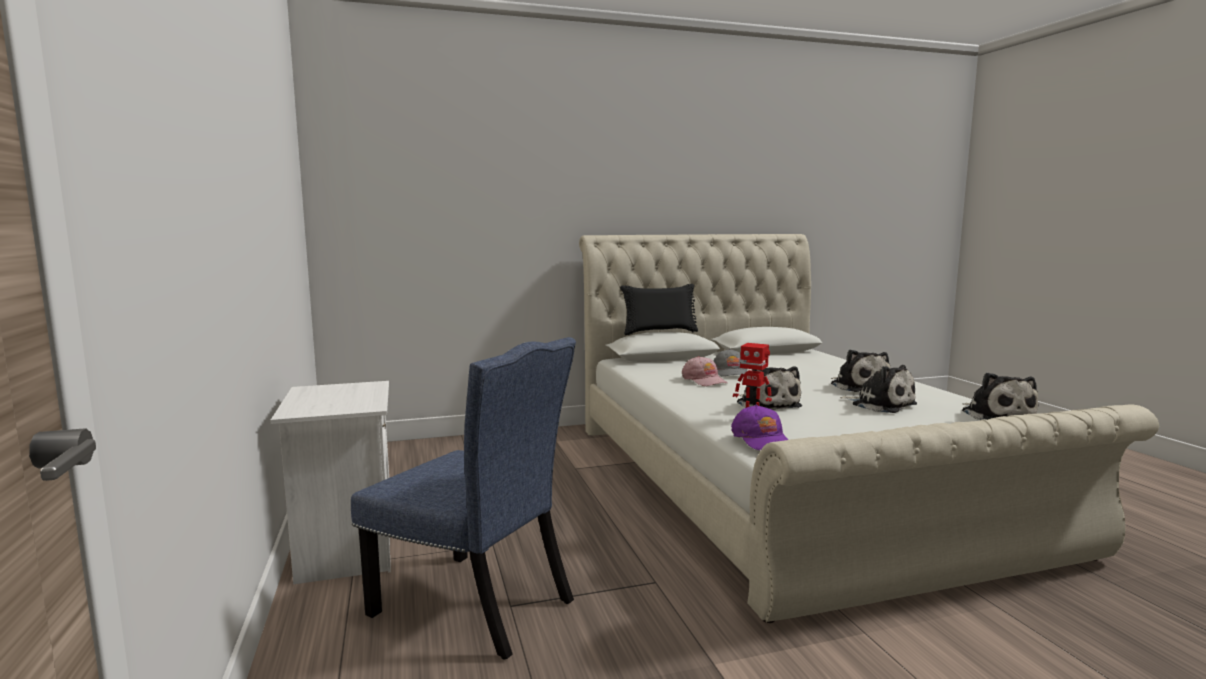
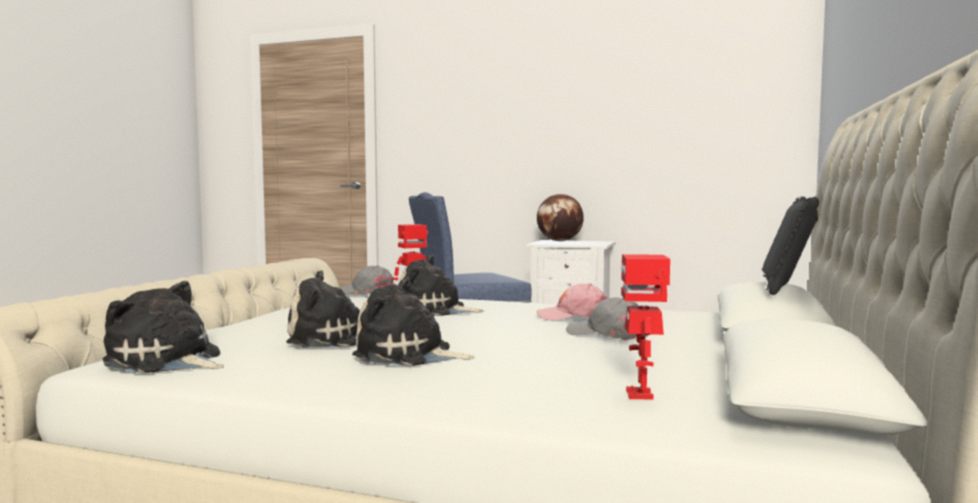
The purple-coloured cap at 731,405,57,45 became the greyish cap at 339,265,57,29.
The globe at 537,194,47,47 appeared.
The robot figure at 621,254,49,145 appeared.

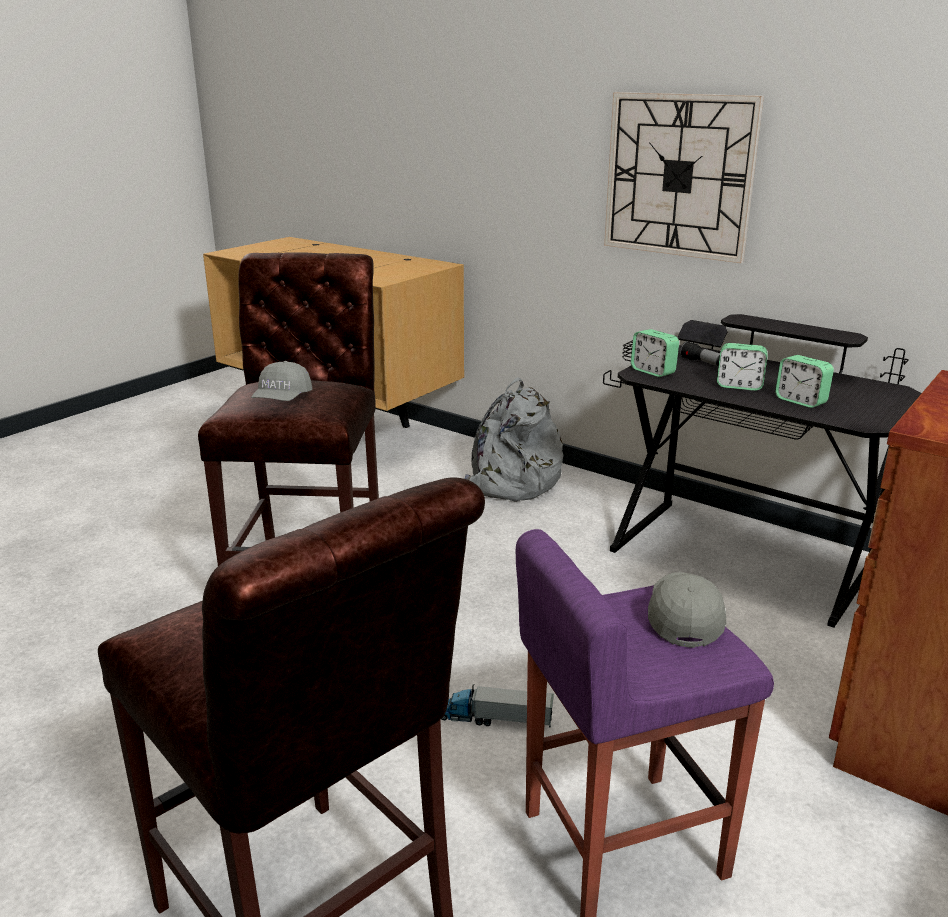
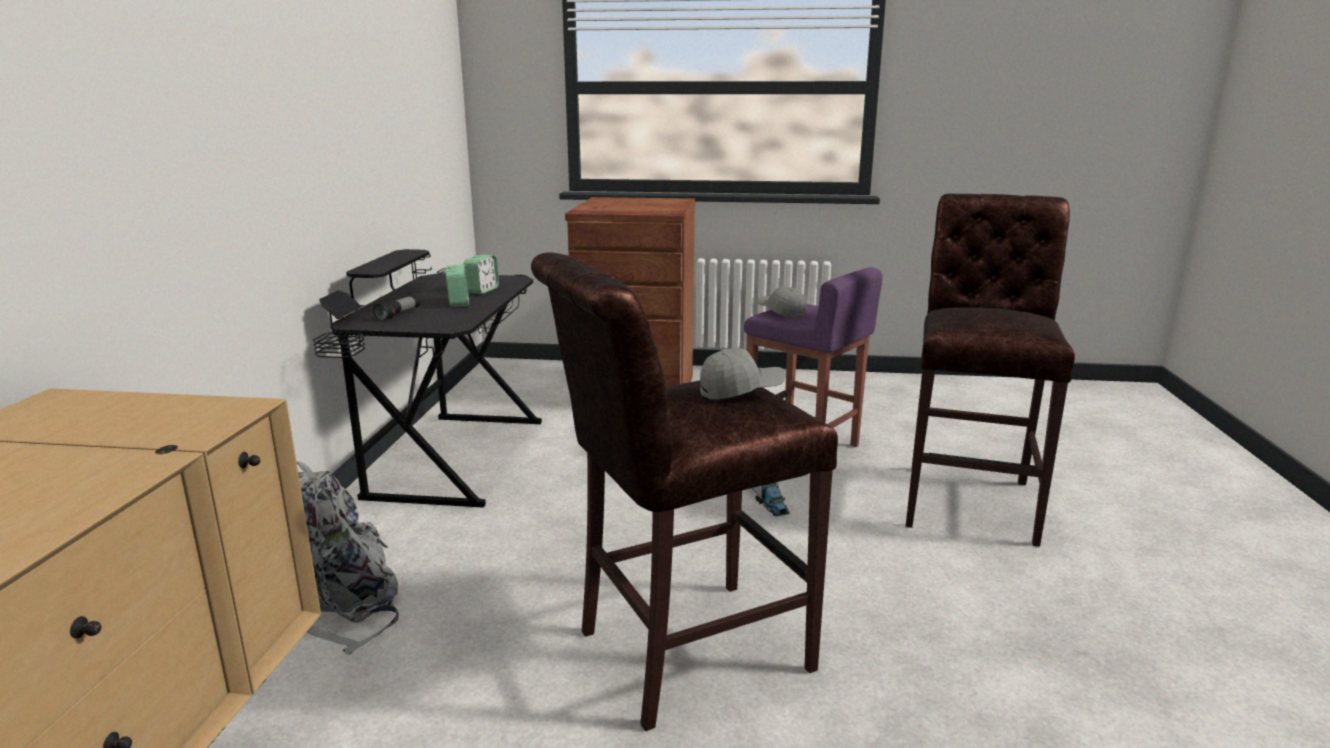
The greyish cap at 648,572,78,76 turned 75 degrees clockwise.
The clock on the wall at 604,92,160,171 disappeared.
The alarm clock at 631,329,48,48 disappeared.

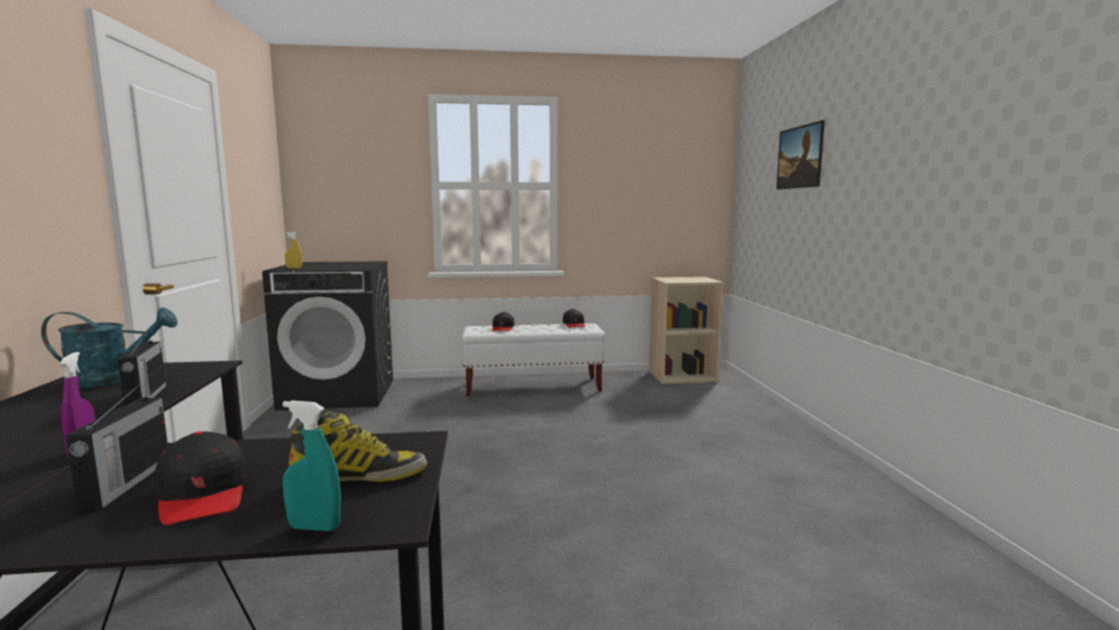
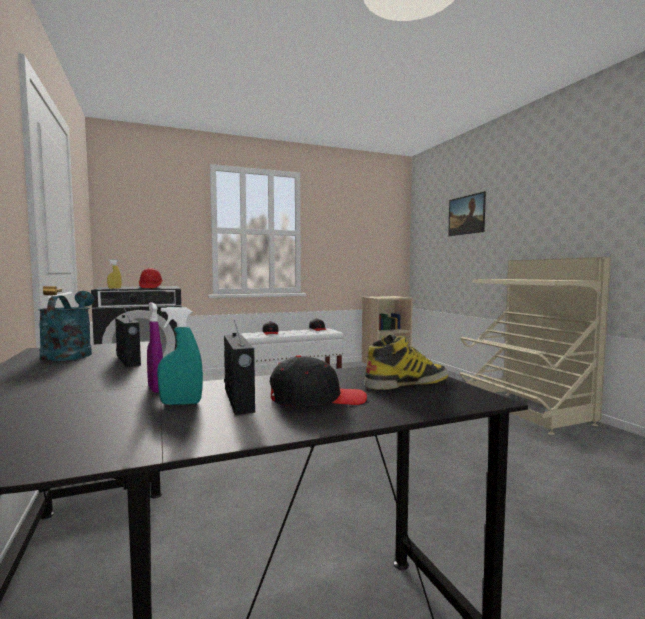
The blue-green watering pot at 41,307,137,81 turned 75 degrees counterclockwise.
The red hard hat at 139,268,24,20 appeared.
The blue-green spray bottle moved from 283,401,58,130 to 157,307,46,98.
The blackish cap at 155,431,92,94 turned 60 degrees counterclockwise.
The sand-coloured shoe rack at 460,257,151,178 appeared.

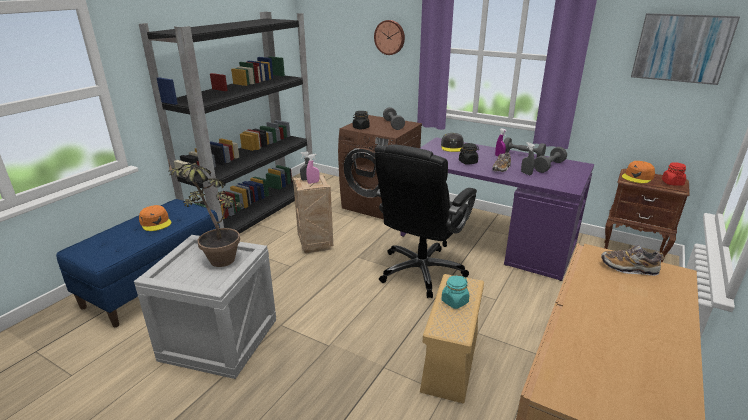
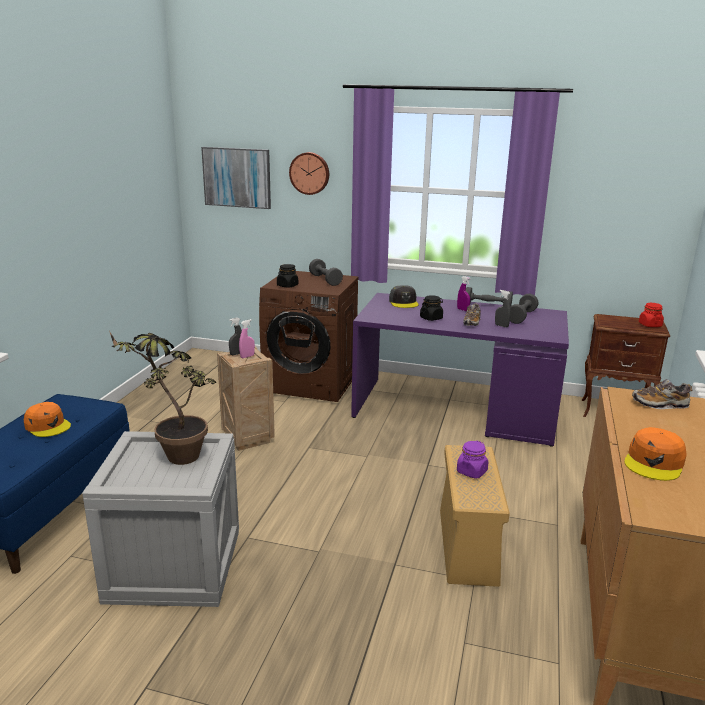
The wall art moved from 631,13,109,72 to 201,147,70,62.
The blue-green jar at 442,276,27,33 became the purple-coloured jar at 457,441,31,38.
The orange cap moved from 622,161,33,22 to 624,427,63,54.
The blackish bookcase at 139,12,173,222 disappeared.
The blackish office chair at 374,144,103,154 disappeared.

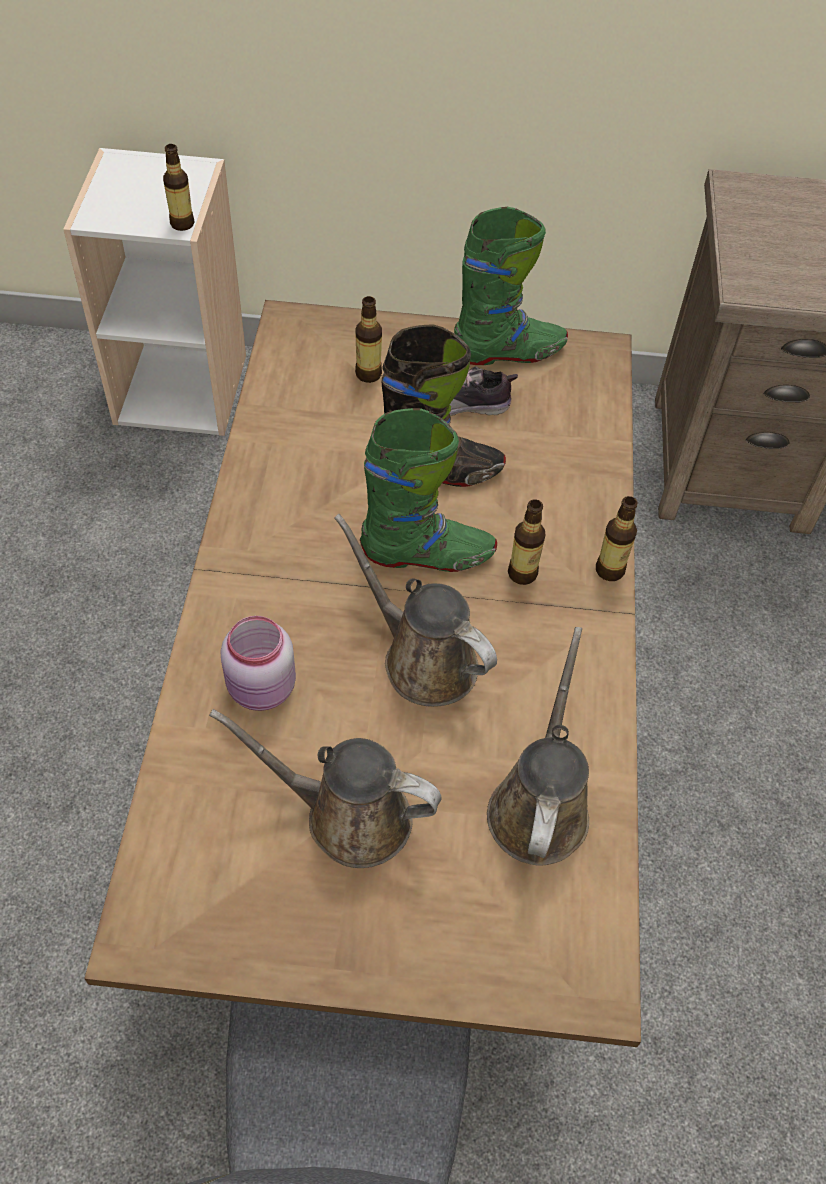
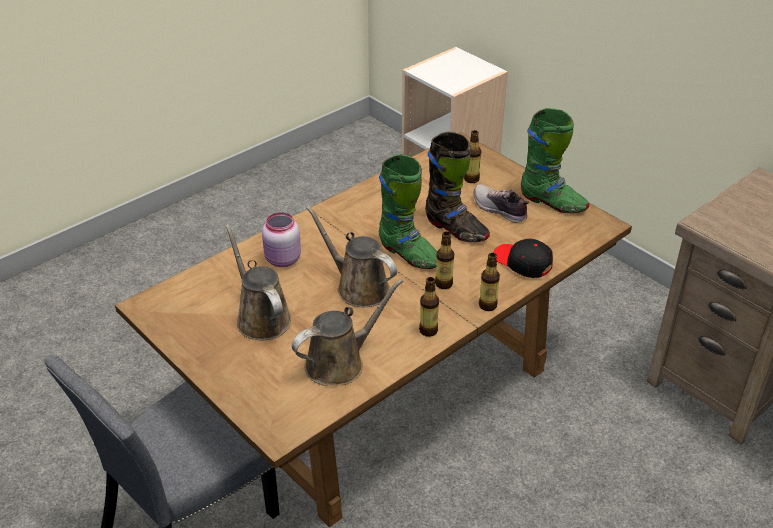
The brown watering pot at 334,514,163,193 turned 45 degrees counterclockwise.
The beverage bottle moved from 163,144,32,87 to 419,277,20,60.
The blackish cap at 493,239,60,39 appeared.

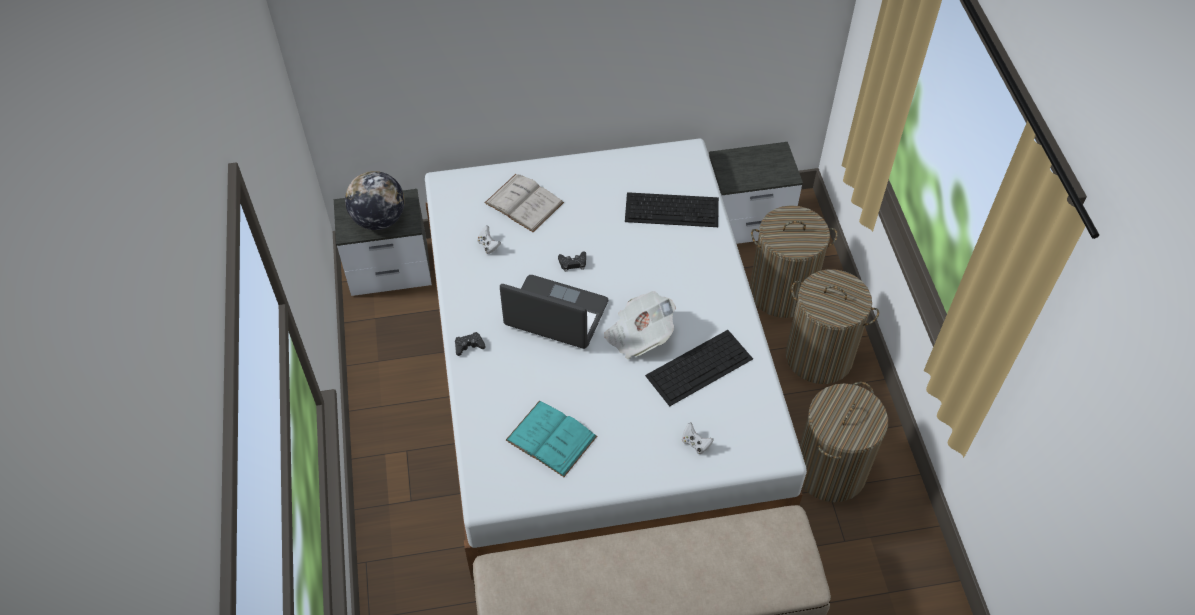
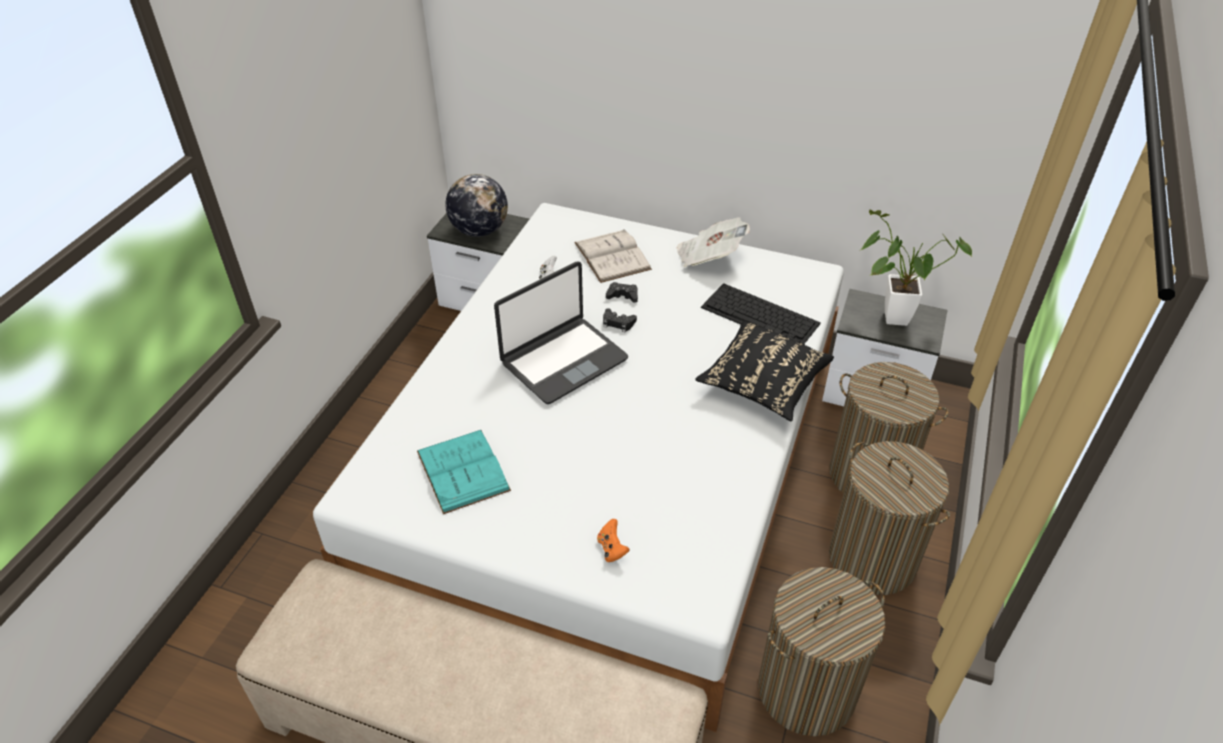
The portable computer at 500,275,108,74 turned 90 degrees clockwise.
The white gamepad at 682,422,32,32 became the orange gamepad at 597,519,33,43.
The blackish gamepad moved from 455,332,30,24 to 606,282,32,21.
The newspaper moved from 604,291,72,68 to 676,217,74,50.
The blackish throw pillow at 695,321,139,100 appeared.
The potted plant at 861,209,111,117 appeared.
The PC keyboard at 645,330,108,77 disappeared.

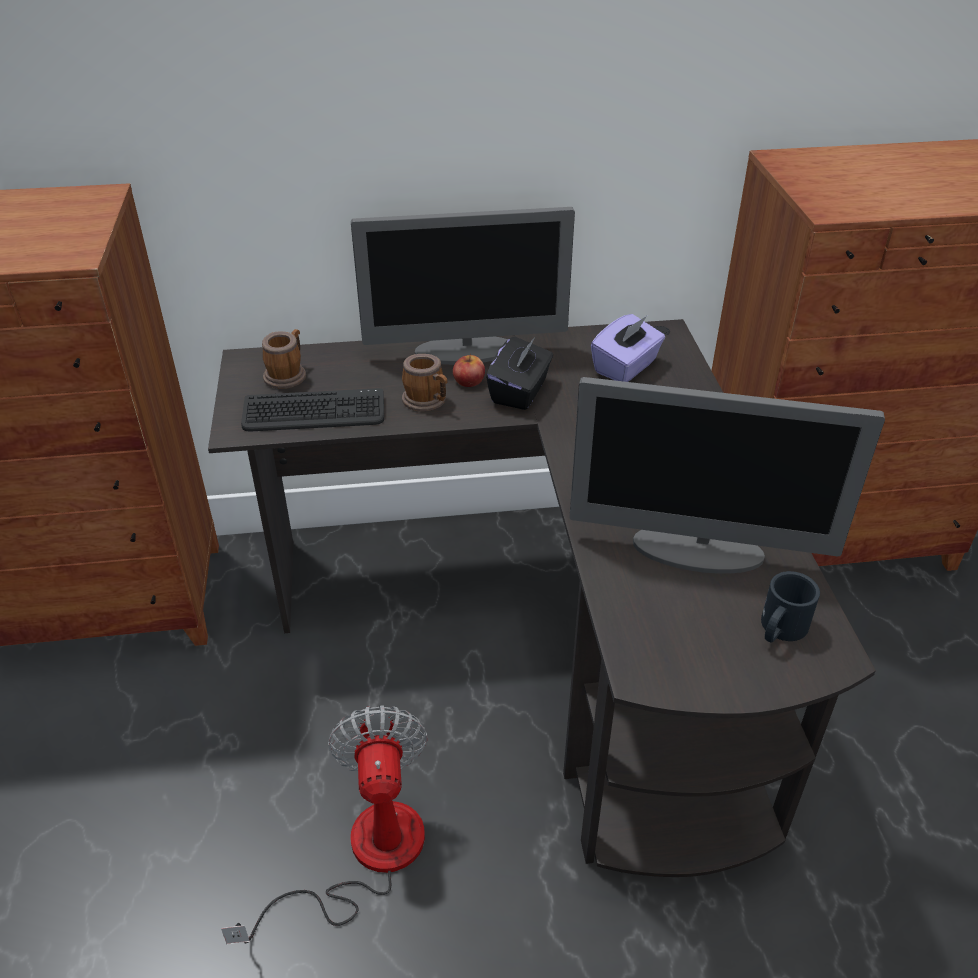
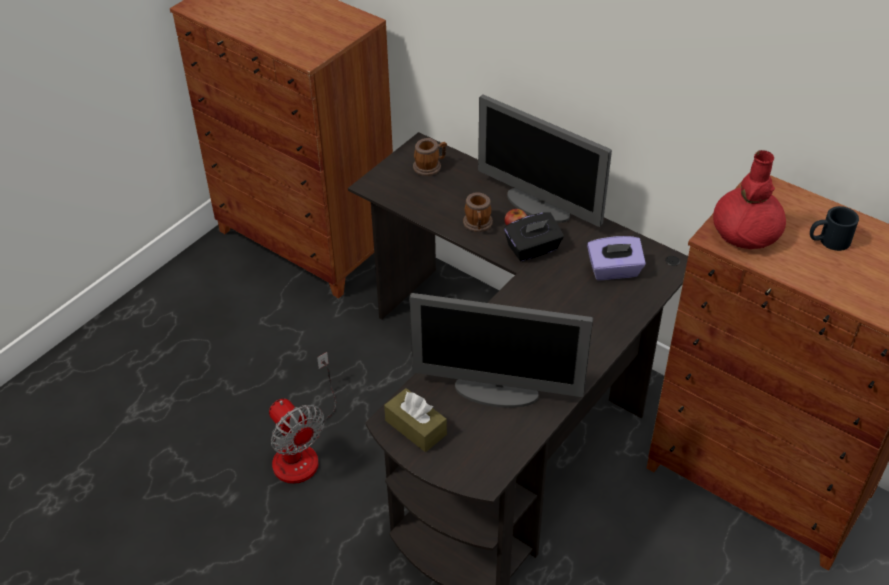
The electric fan at 221,705,207,240 turned 105 degrees clockwise.
The brown box of tissues at 384,388,63,64 appeared.
The computer display at 569,377,316,197 turned 45 degrees counterclockwise.
The red flower vase at 713,150,73,99 appeared.
The blackish mug moved from 761,571,59,72 to 810,206,49,45.
The PC keyboard at 241,388,143,43 disappeared.

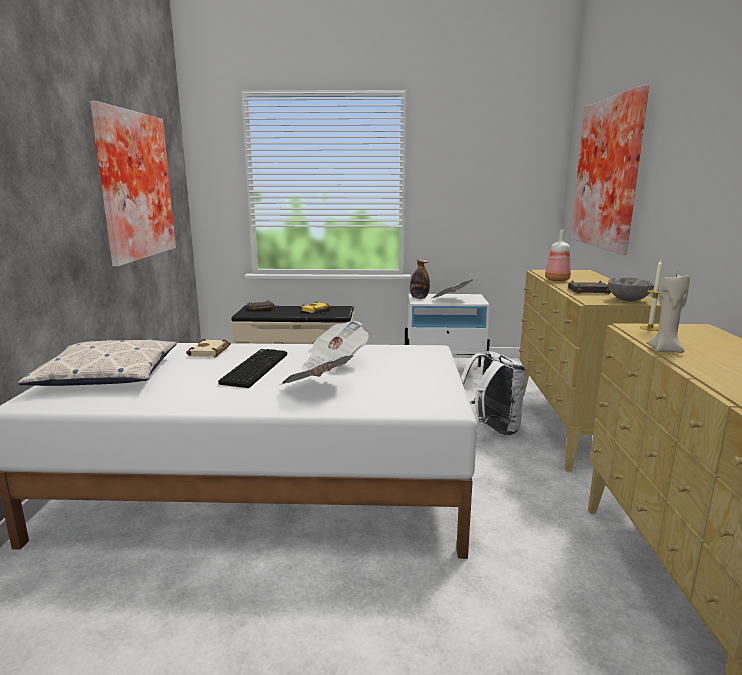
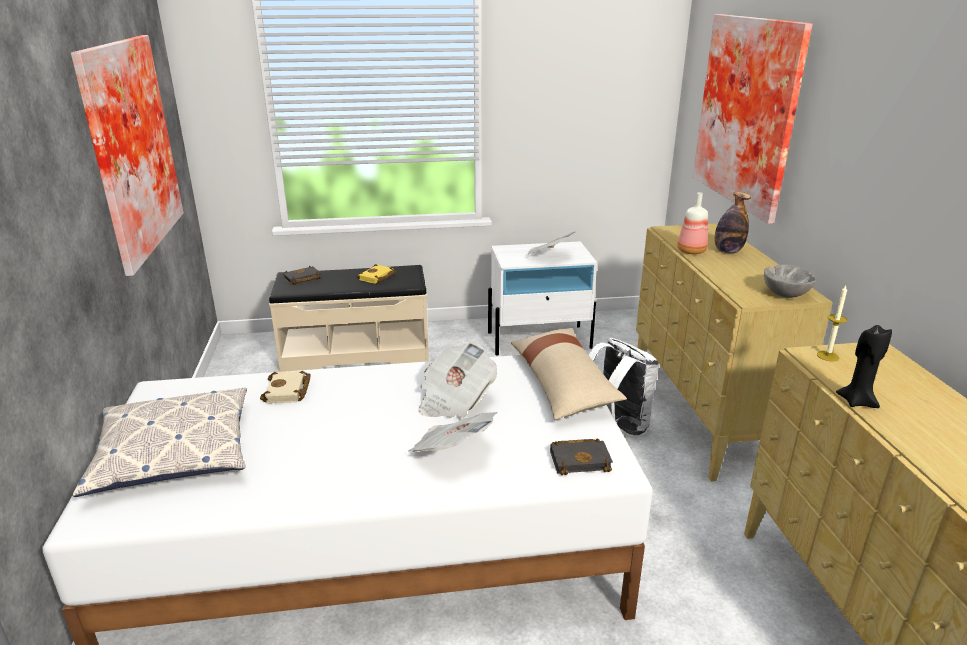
The sand-coloured throw pillow at 511,328,116,91 appeared.
The blackish volume moved from 568,281,43,13 to 550,439,63,36.
The beverage bottle moved from 410,259,20,40 to 714,192,37,62.
The sand-coloured candle at 646,274,44,79 became the blackish candle at 836,325,56,83.
The PC keyboard at 218,349,69,39 disappeared.

